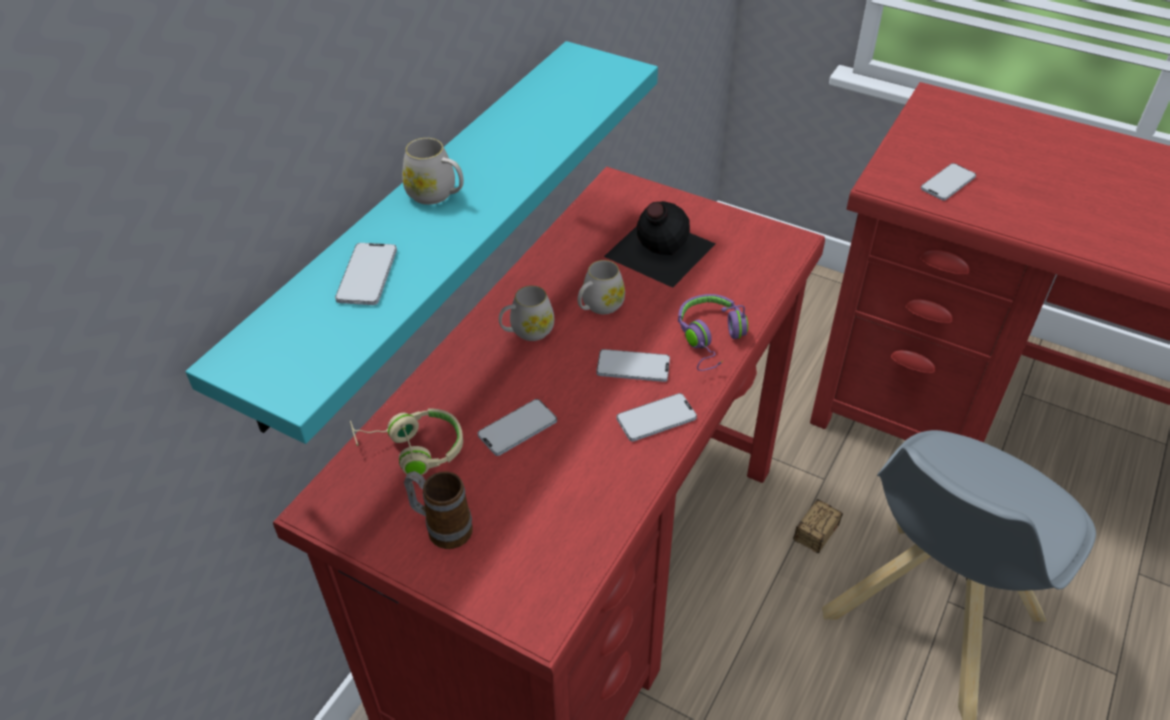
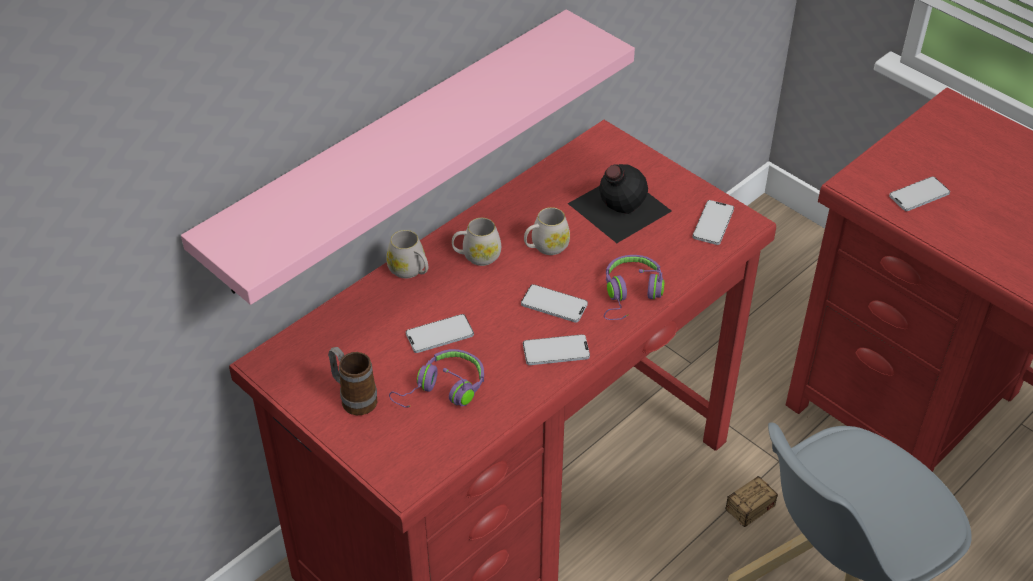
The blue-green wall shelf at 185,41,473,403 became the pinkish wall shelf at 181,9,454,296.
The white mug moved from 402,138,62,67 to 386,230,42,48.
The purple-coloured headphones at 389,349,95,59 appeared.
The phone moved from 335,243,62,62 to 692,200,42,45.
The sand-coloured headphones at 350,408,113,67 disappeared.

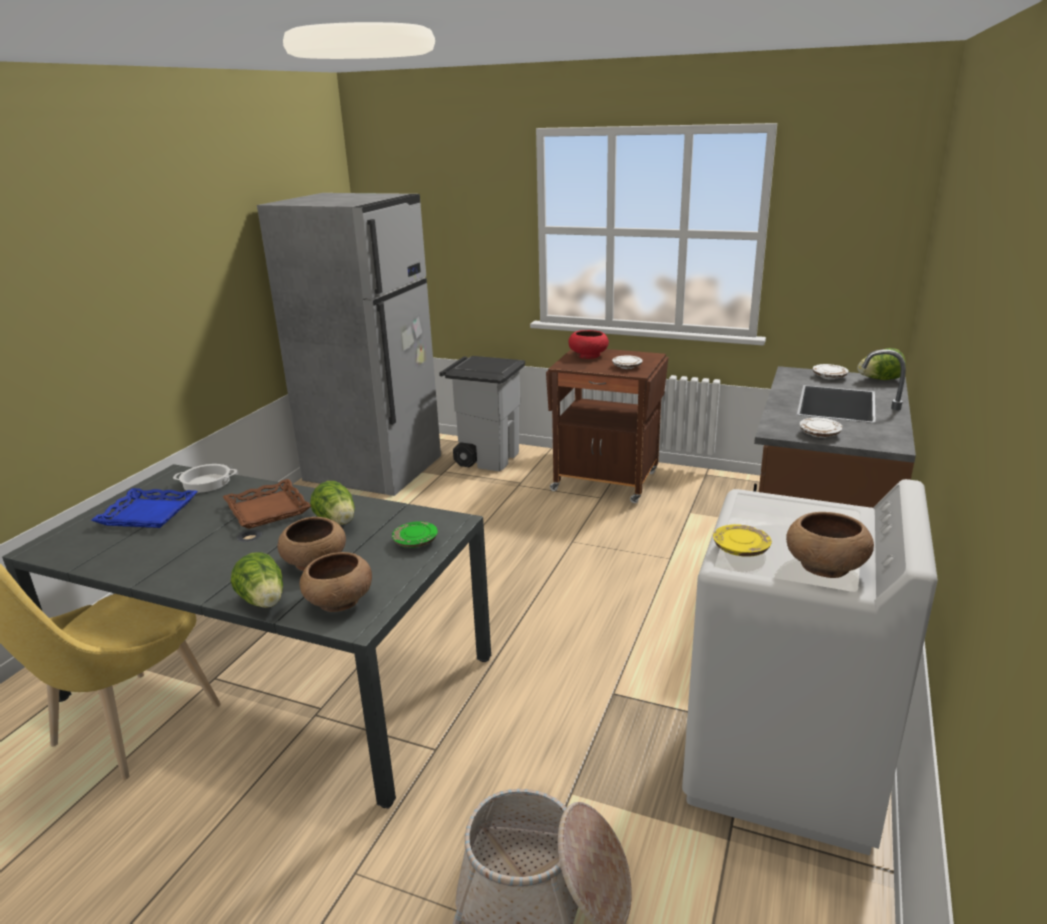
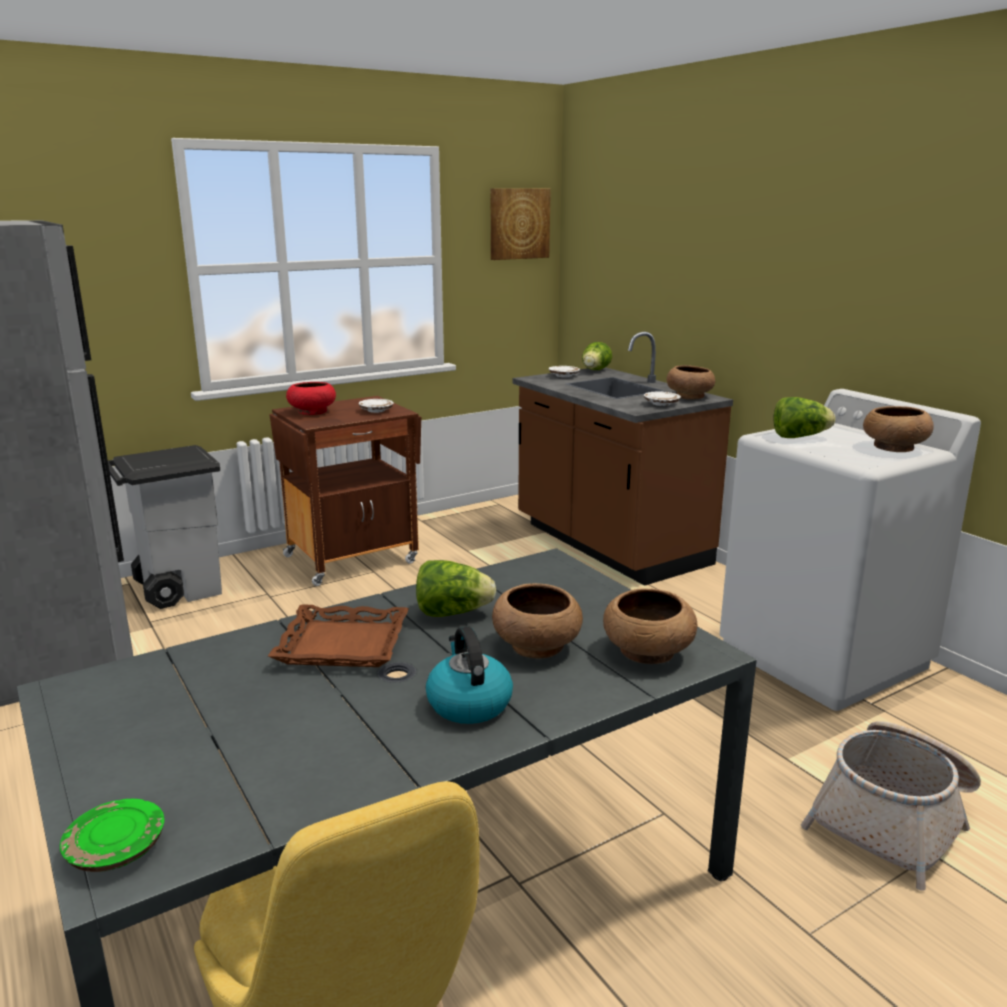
The green-coloured dinner plate moved from 392,521,46,27 to 60,798,105,74.
The tea kettle at 426,626,87,98 appeared.
The wall art at 491,188,60,72 appeared.
The brown serving bowl at 667,365,48,35 appeared.
The lettuce moved from 231,552,52,56 to 773,397,62,41.
The bluish carrying tray at 91,488,107,40 disappeared.
The saucepot at 173,464,64,29 disappeared.
The yellow-coloured dinner plate at 713,524,59,33 disappeared.

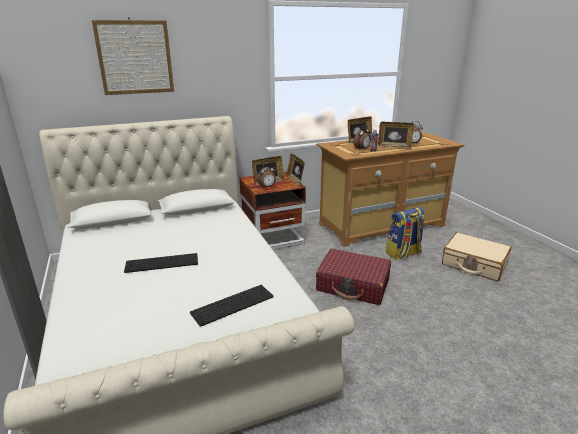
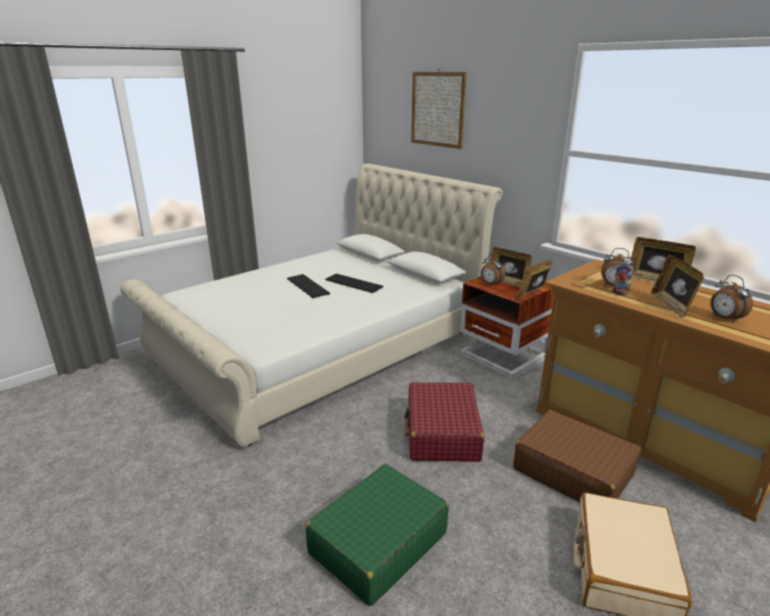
The green-coloured travel case at 306,464,143,142 appeared.
The PC keyboard moved from 190,285,84,42 to 325,274,58,19.
The rucksack at 386,207,39,53 was replaced by the brown travel case at 513,410,128,92.

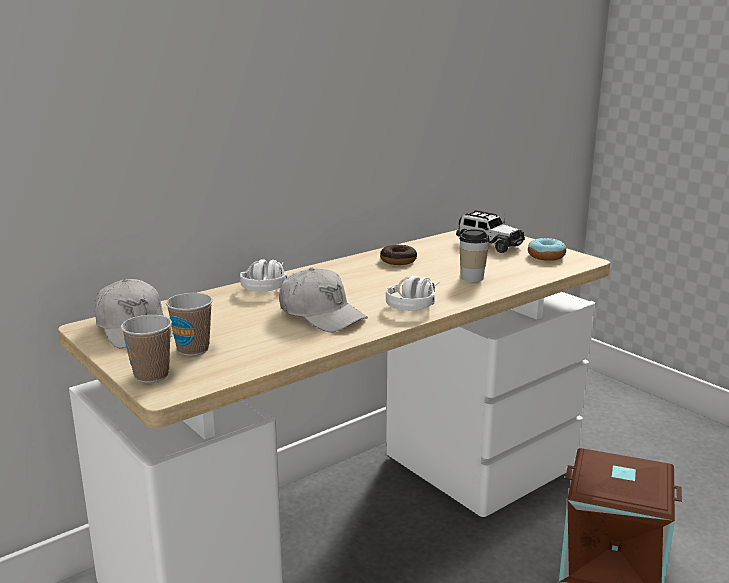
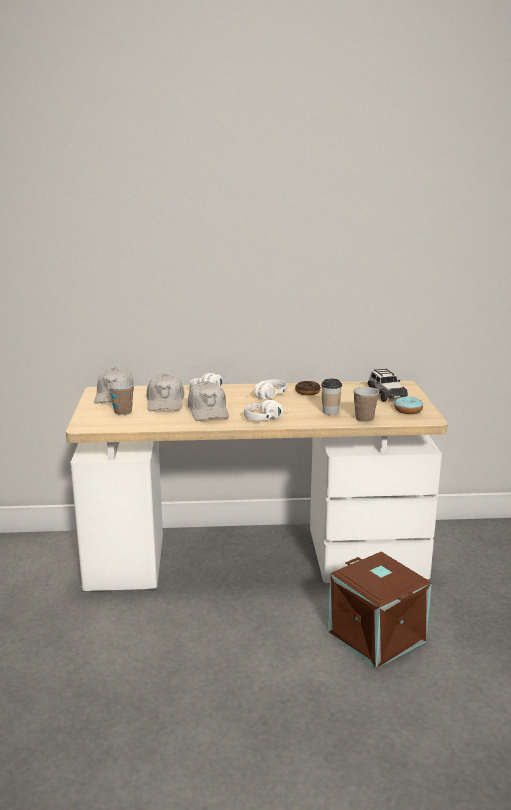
The white cap at 147,374,37,37 appeared.
The white headphones at 246,379,41,21 appeared.
The small cup moved from 121,315,51,68 to 353,387,26,35.

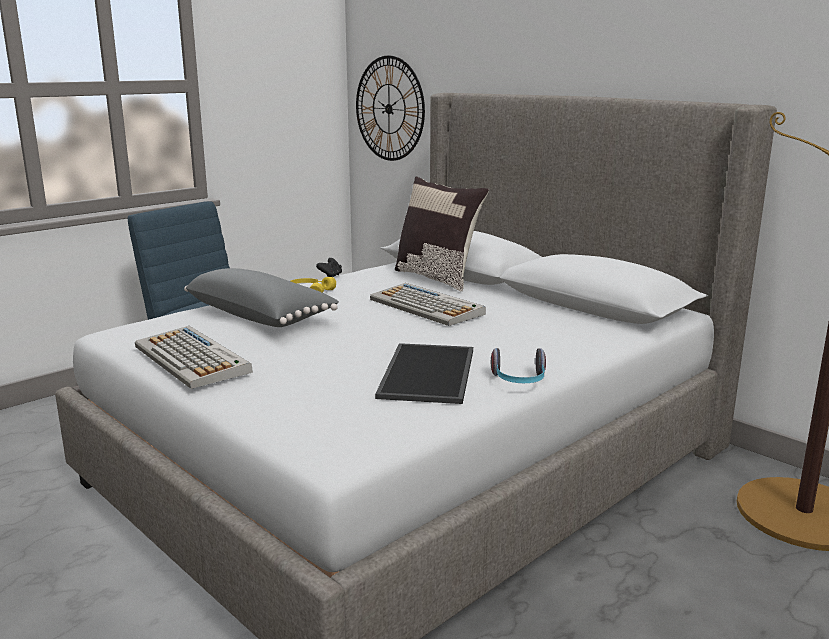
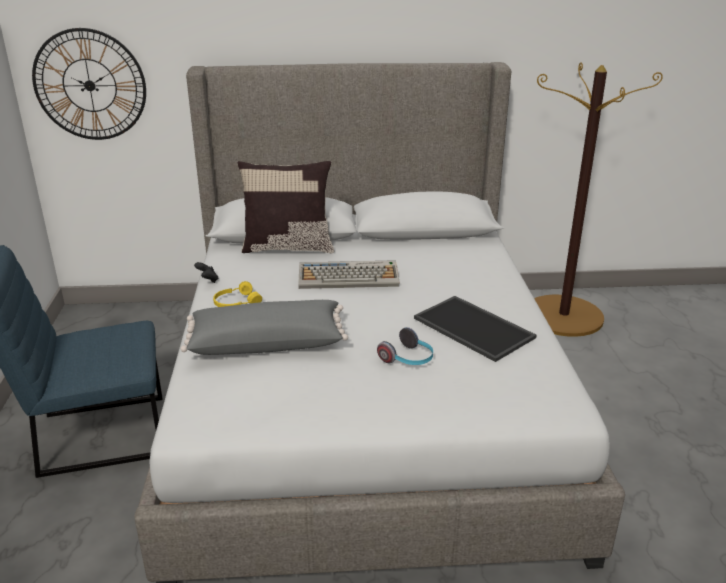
The headphones moved from 491,348,55,35 to 377,327,56,38.
The PC keyboard at 135,326,118,63 disappeared.

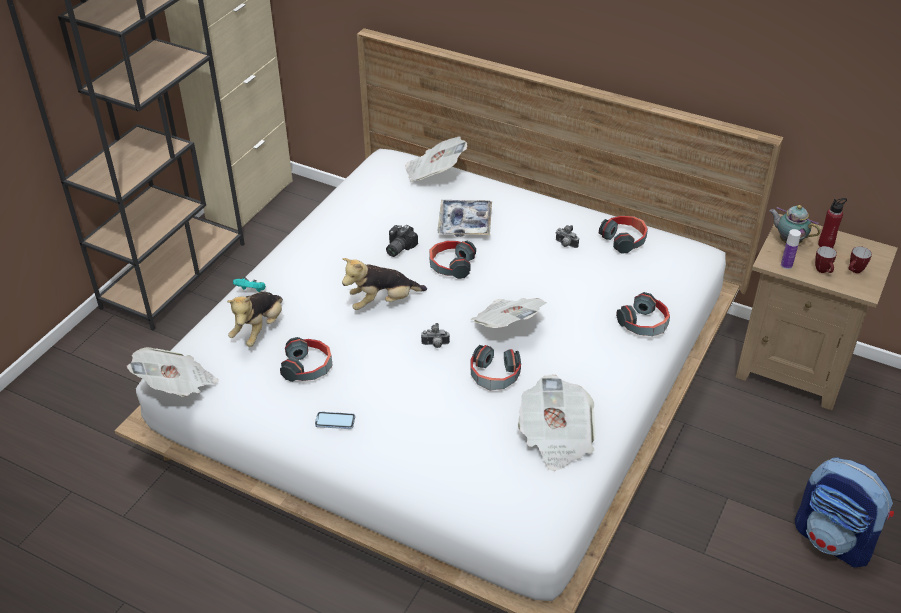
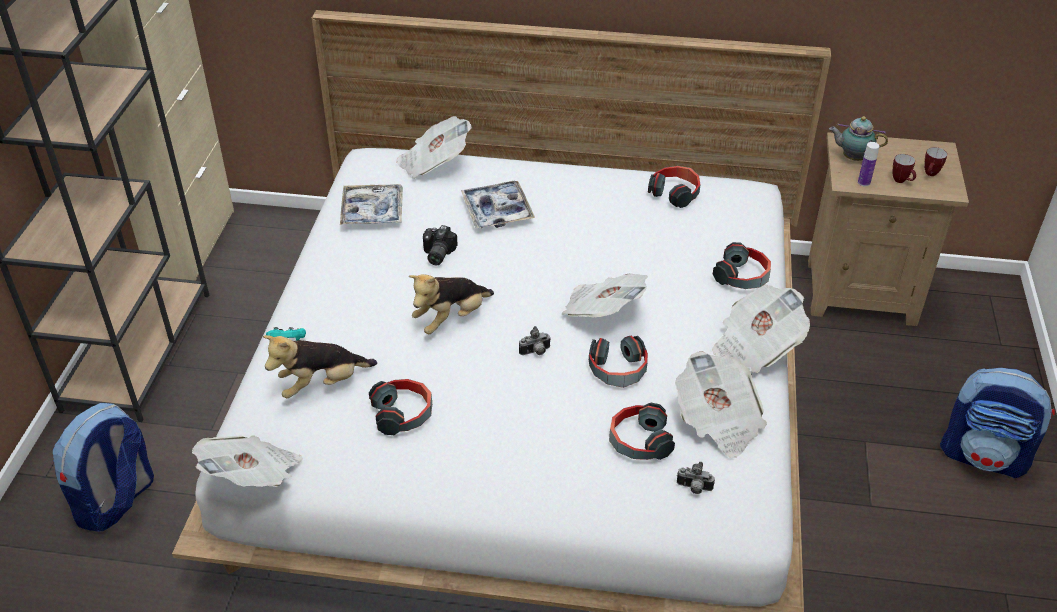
The rucksack at 53,403,101,129 appeared.
The soft toy at 227,292,56,55 turned 60 degrees clockwise.
The carrying tray at 340,184,63,41 appeared.
The headphones moved from 429,241,47,38 to 609,403,66,57.
The photo camera moved from 556,225,23,23 to 677,462,38,32.
The newspaper at 712,285,98,88 appeared.
The phone at 315,412,40,17 disappeared.
The red beverage bottle at 818,198,29,50 disappeared.

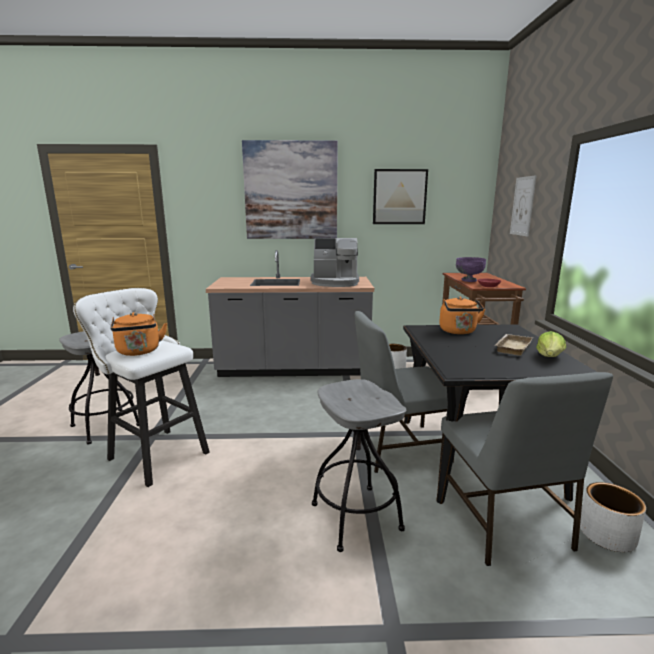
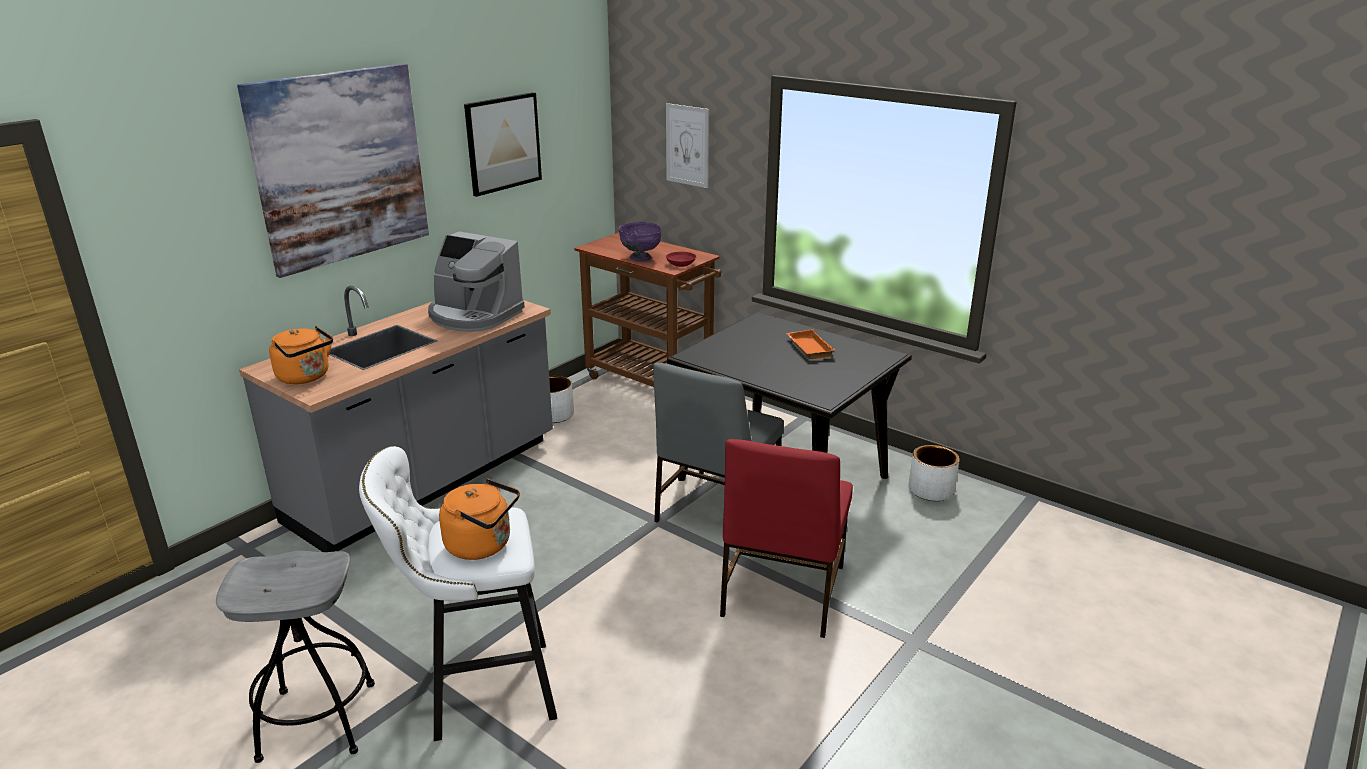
The orange tea kettle moved from 439,296,46,38 to 269,326,64,58.
The coffee machine at 310,238,49,49 turned 75 degrees clockwise.
The greyish stool at 312,379,94,173 was replaced by the red chair at 720,439,133,199.
The sand-coloured carrying tray at 496,334,37,22 became the orange carrying tray at 786,329,50,30.
The greyish chair at 438,372,175,194 disappeared.
The lettuce at 536,331,30,26 disappeared.

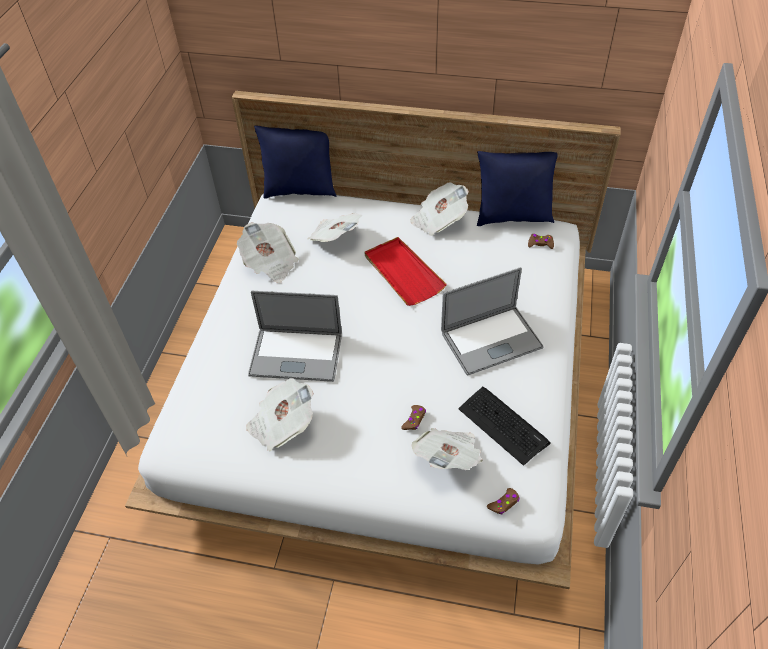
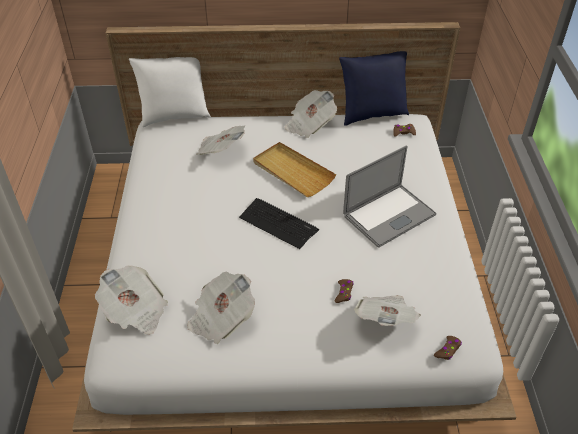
The newspaper moved from 237,222,62,61 to 95,266,73,69.
The bluish throw pillow at 254,125,82,74 became the white throw pillow at 129,57,82,70.
The PC keyboard moved from 458,386,93,80 to 239,198,80,51.
The red carrying tray at 365,237,82,69 became the sand-coloured carrying tray at 253,142,83,55.
The portable computer at 248,291,94,91 disappeared.

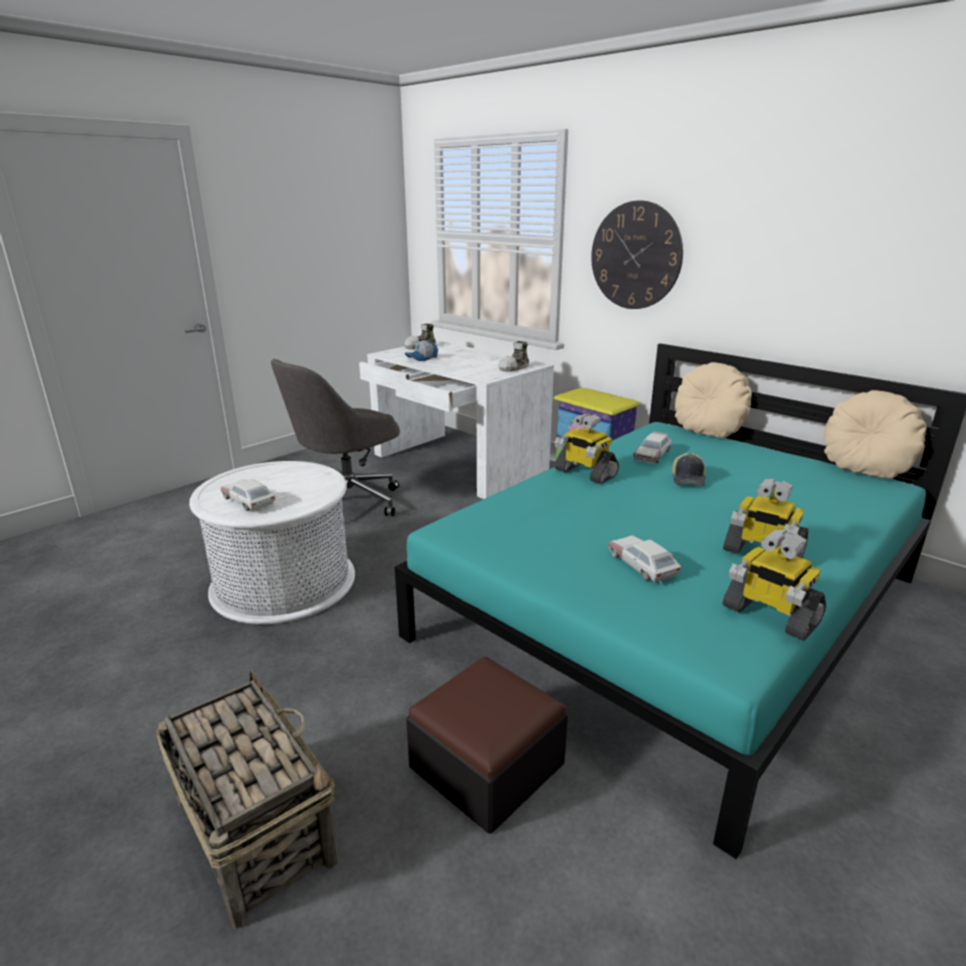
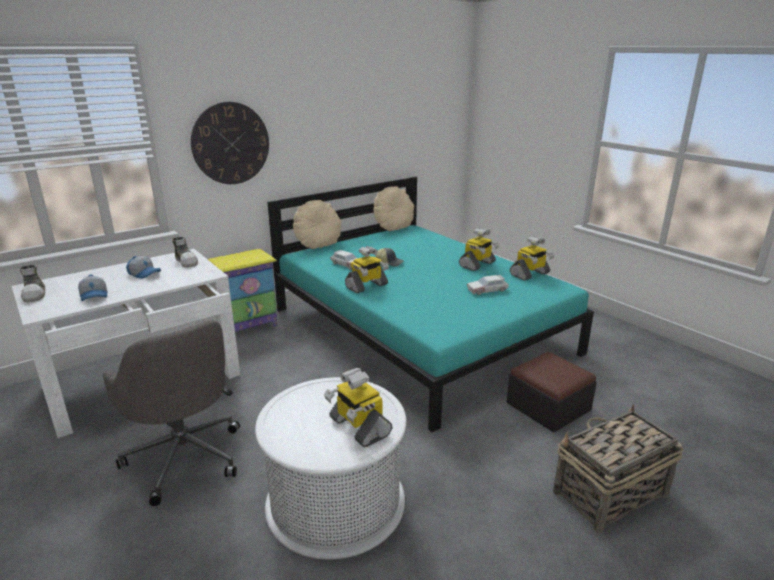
The cap at 126,256,35,23 appeared.
The model car at 221,479,54,32 was replaced by the robot figure at 324,368,68,79.

